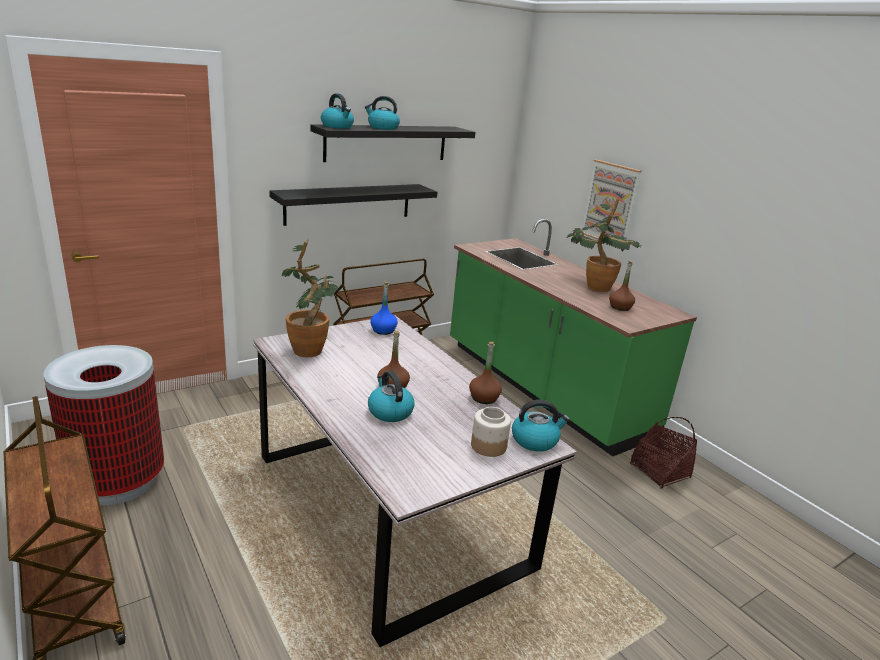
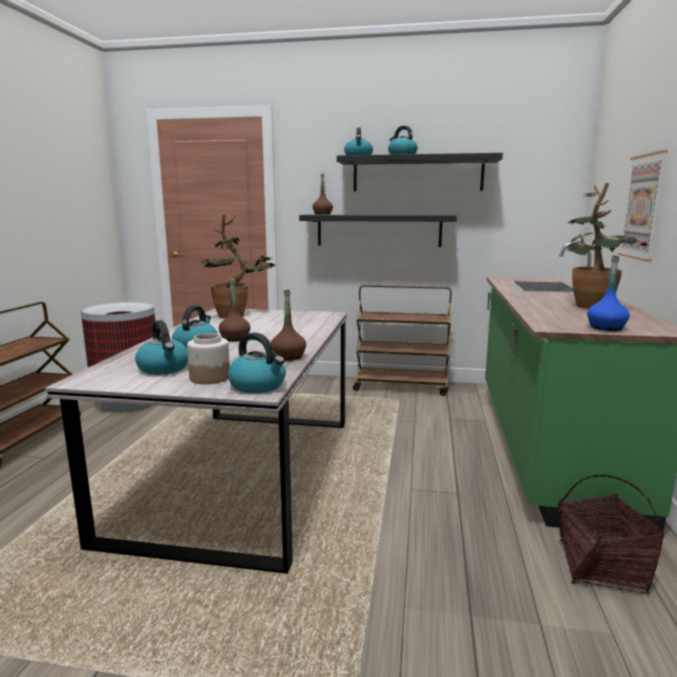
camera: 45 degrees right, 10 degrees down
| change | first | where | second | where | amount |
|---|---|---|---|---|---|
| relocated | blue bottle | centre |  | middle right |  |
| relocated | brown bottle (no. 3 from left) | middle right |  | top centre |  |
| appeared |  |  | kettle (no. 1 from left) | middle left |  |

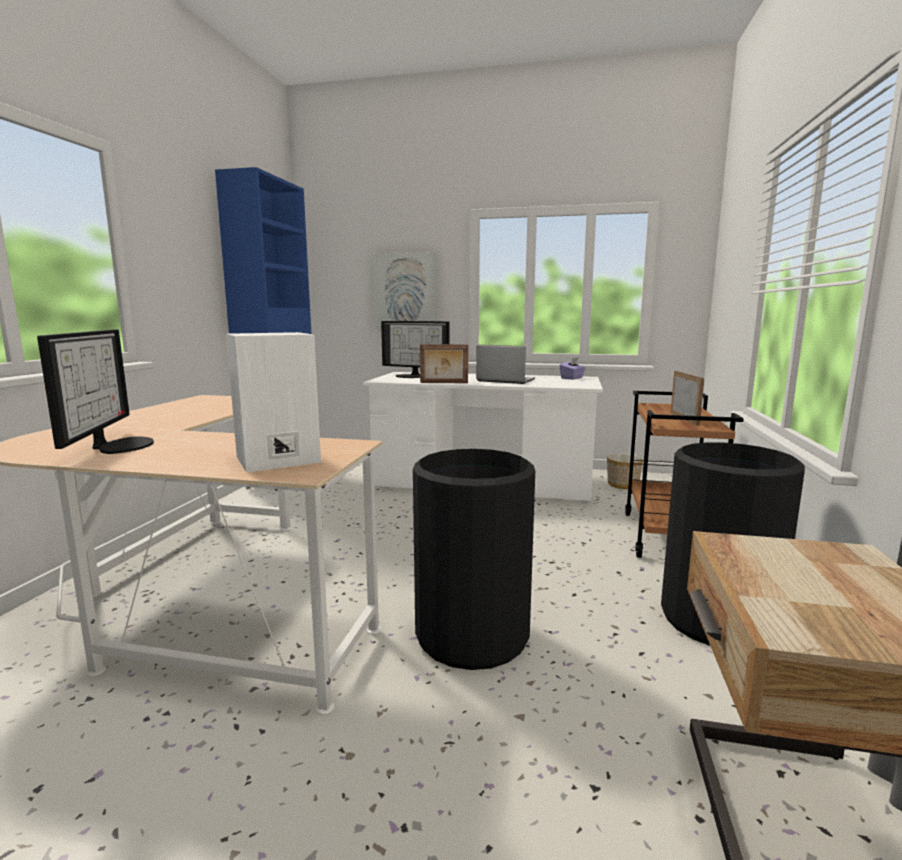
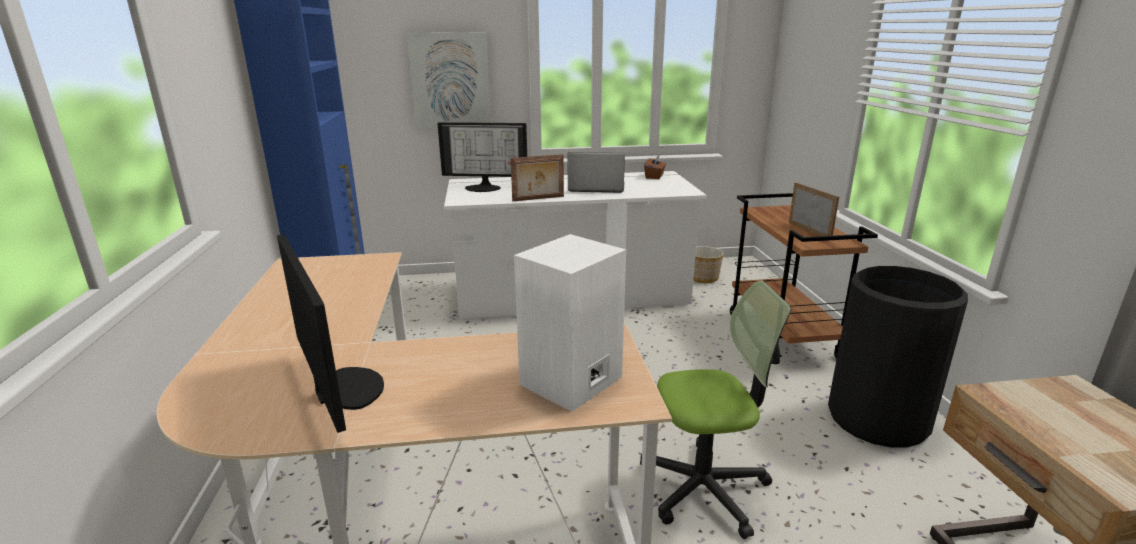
camera: 20 degrees left, 10 degrees up
| change | first | where | second | where | amount |
|---|---|---|---|---|---|
| exchanged | black trash can (no. 1 from left) | centre | office chair | bottom centre |  |
| colour | purple tissue box | centre | brown tissue box | top centre |  |

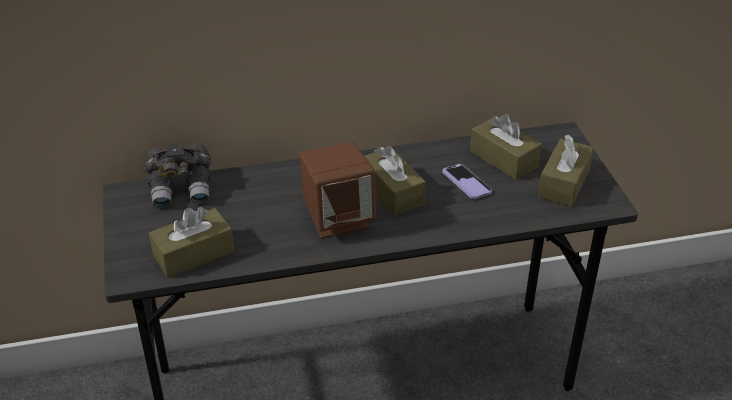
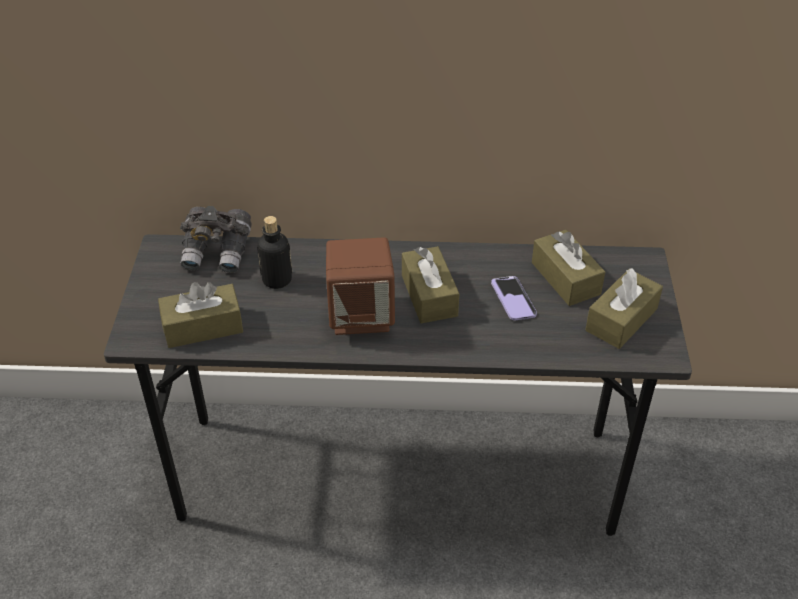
camera: 15 degrees right, 5 degrees up
| change | first | where | second | where | amount |
|---|---|---|---|---|---|
| appeared |  |  | bottle | centre |  |

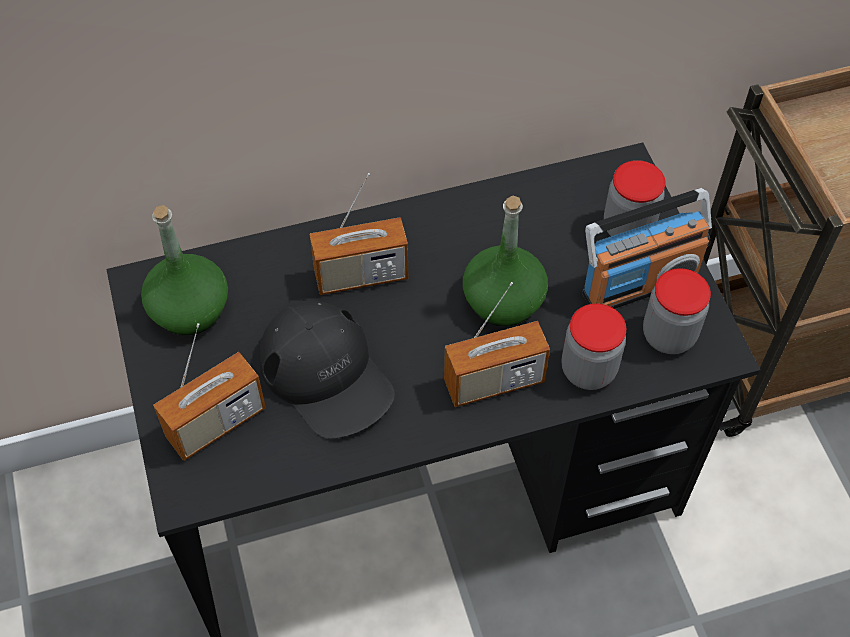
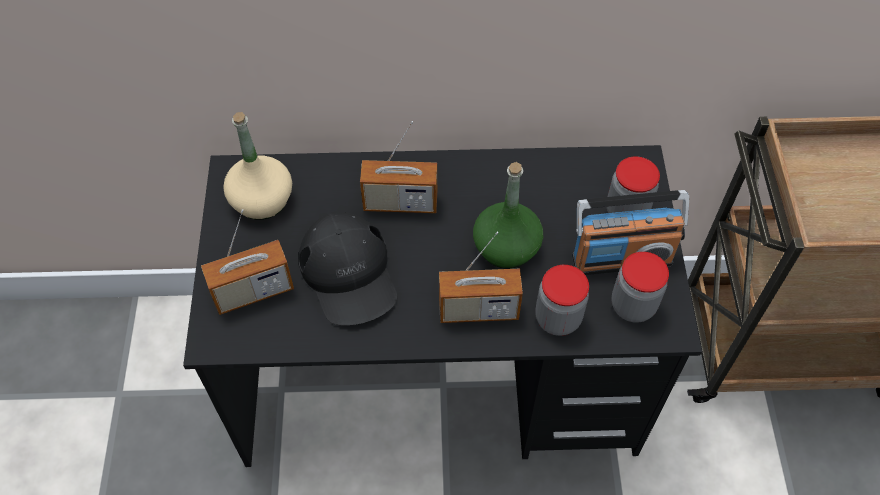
camera: 15 degrees right, 0 degrees up
| change | first | where | second | where | amount |
|---|---|---|---|---|---|
| colour | green bottle (no. 1 from left) | middle left | beige bottle | middle left |  |

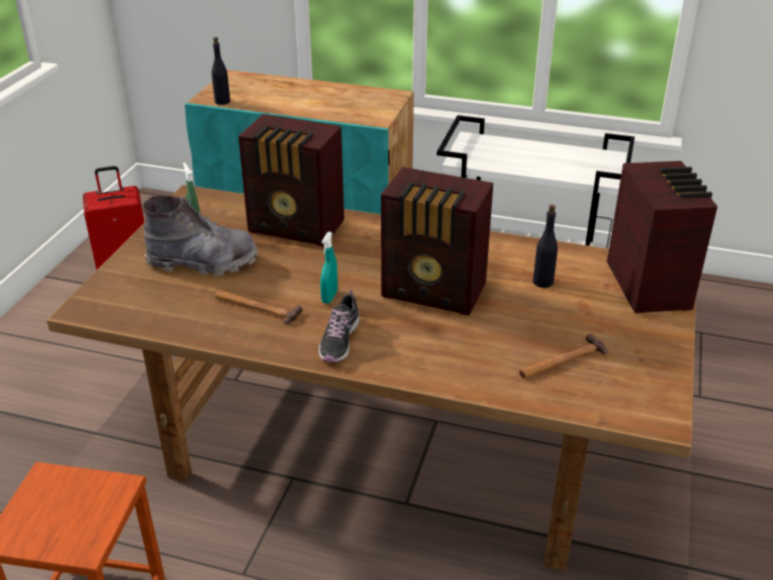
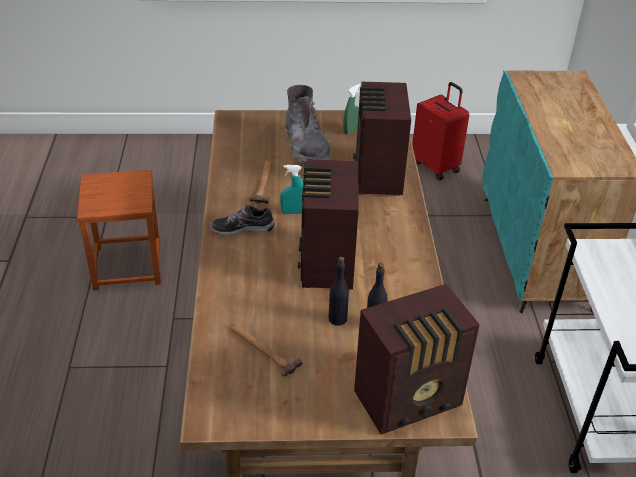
camera: 70 degrees right, 5 degrees up
| change | first | where | second | where | amount |
|---|---|---|---|---|---|
| relocated | black bottle (no. 1 from left) | top left |  | centre |  |

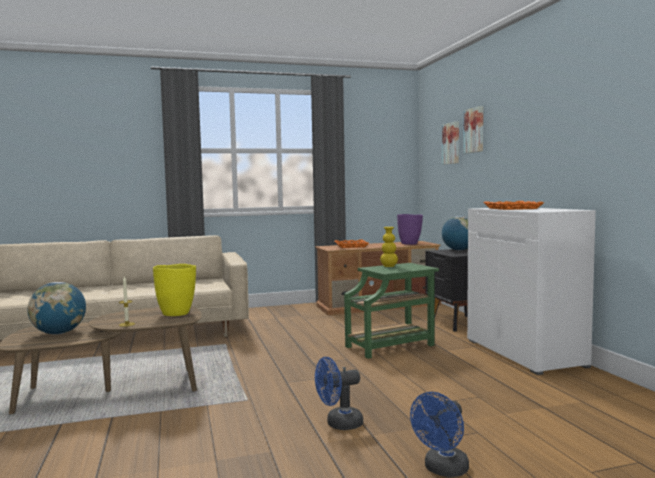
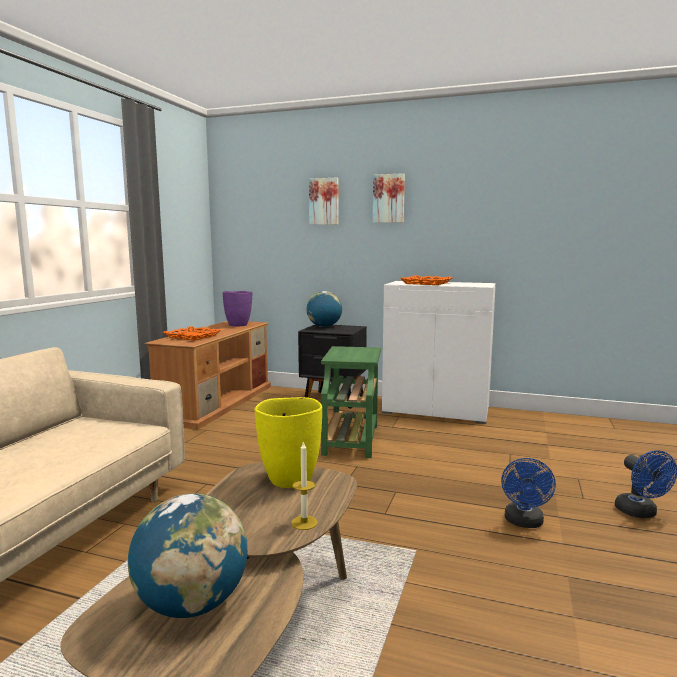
camera: 55 degrees left, 5 degrees up
| change | first | where | second | where | amount |
|---|---|---|---|---|---|
| missing | yellow vase (no. 2 from left) | centre |  |  |  |
| relocated | picture (no. 1 from left in the first image) | top right | picture (no. 2 from left) | top centre |  |

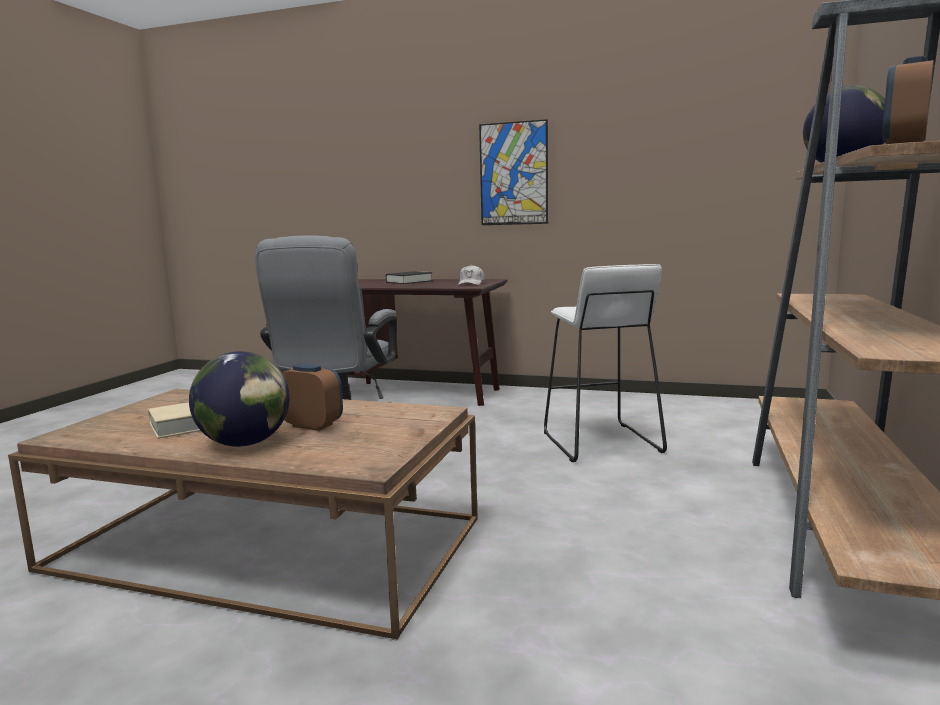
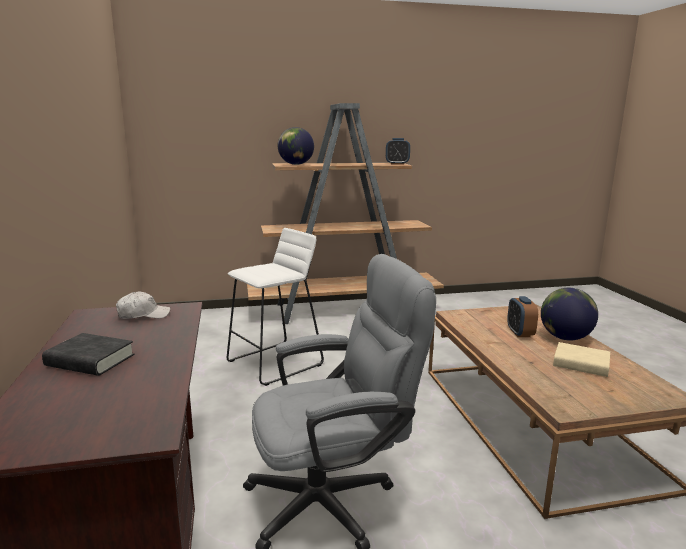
camera: 120 degrees left, 5 degrees up
| change | first | where | second | where | amount |
|---|---|---|---|---|---|
| missing | picture | top centre |  |  |  |

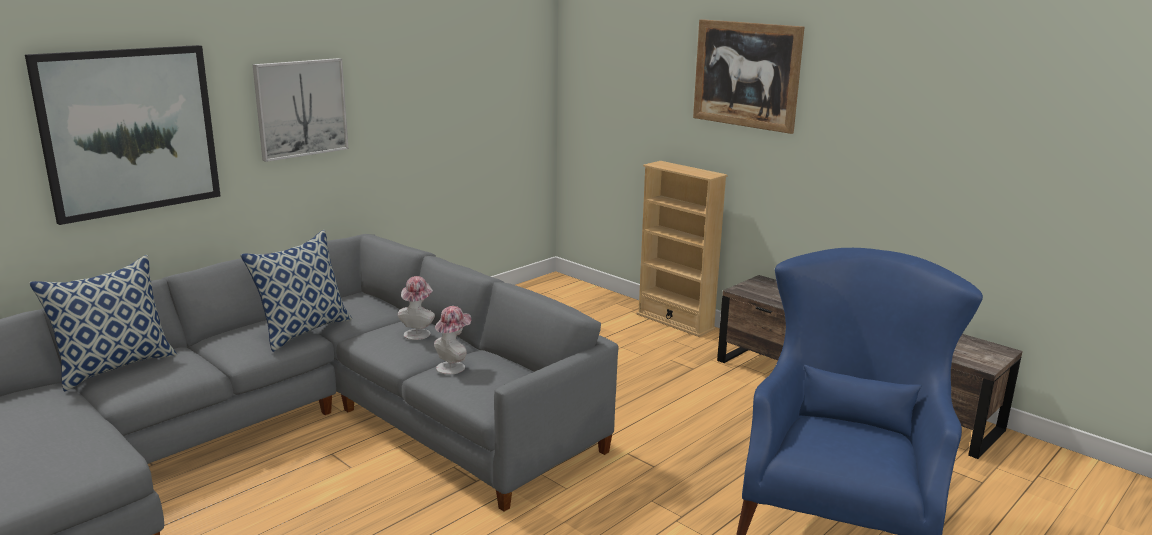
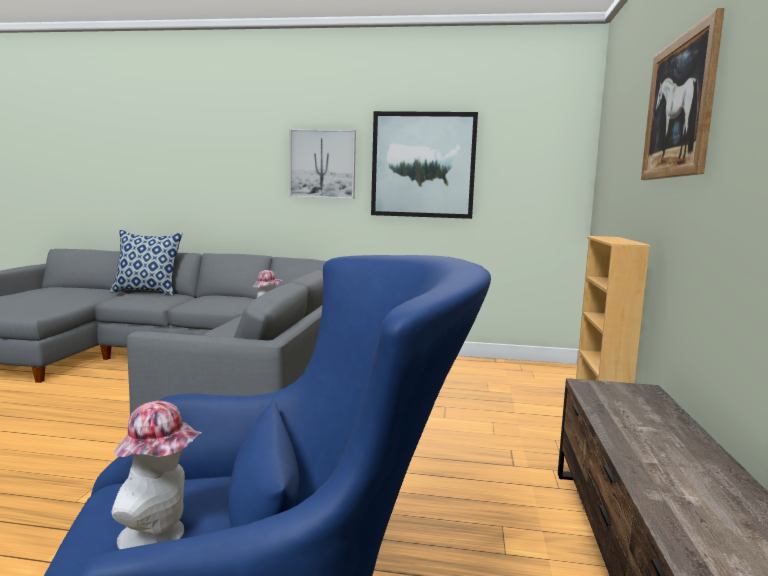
camera: 55 degrees right, 10 degrees down
| change | first | where | second | where | amount |
|---|---|---|---|---|---|
| relocated | picture (no. 1 from left in the first image) | top left | picture (no. 2 from left) | top centre |  |
| missing | pillow (no. 2 from left) | middle left |  |  |  |
| relocated | hat (no. 2 from left in the first image) | centre | hat (no. 1 from left) | bottom left |  |

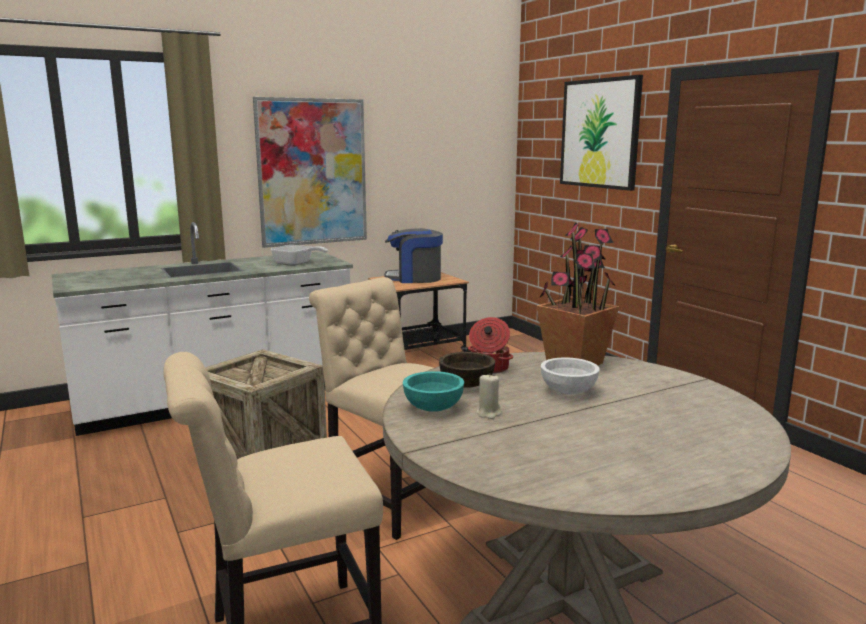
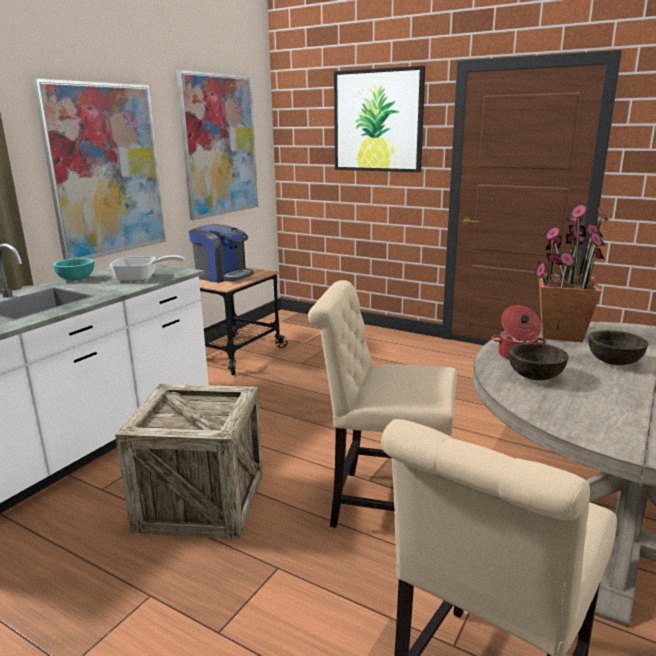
camera: 30 degrees left, 5 degrees up
| change | first | where | second | where | amount |
|---|---|---|---|---|---|
| spun | coffee machine | centre |  | centre | 120 degrees counterclockwise |
| relocated | turquoise bowl | centre |  | middle left |  |
| missing | beige candle | centre |  |  |  |
| colour | white bowl | centre | brown bowl (no. 2 from left) | middle right |  |
| appeared |  |  | picture (no. 2 from left) | top left |  |

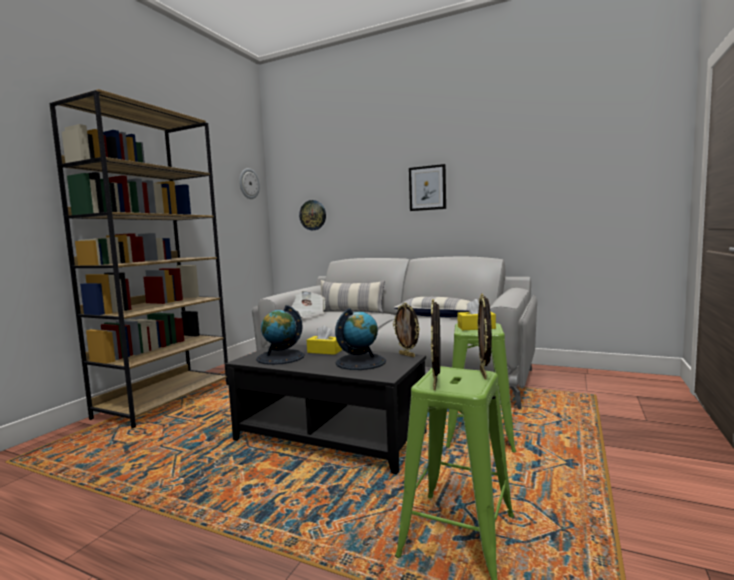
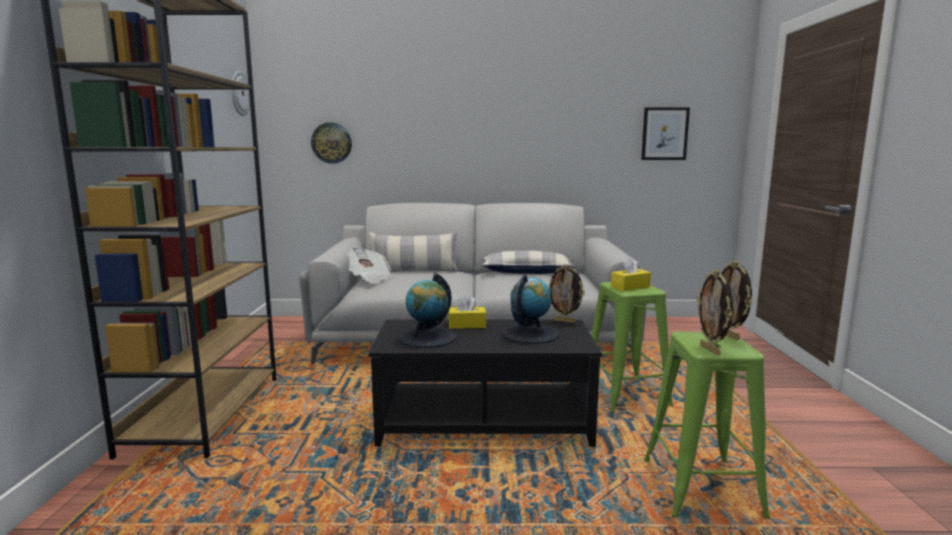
camera: 25 degrees left, 5 degrees up
| change | first | where | second | where | amount |
|---|---|---|---|---|---|
| relocated | picture | top centre |  | top right |  |

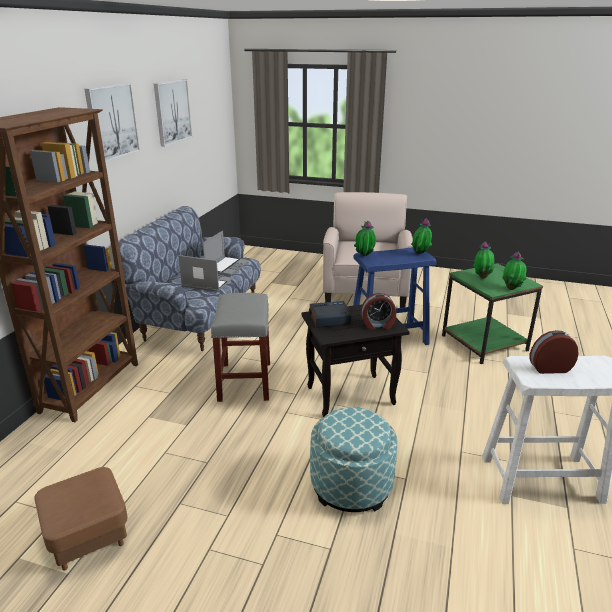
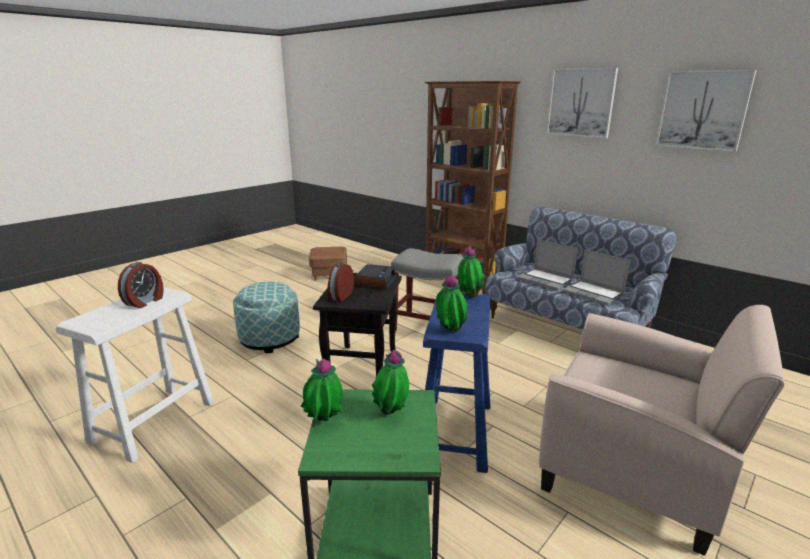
camera: 115 degrees right, 5 degrees down
| change | first | where | second | where | amount |
|---|---|---|---|---|---|
| spun | laptop (no. 1 from left) | centre |  | middle right | 90 degrees clockwise |

